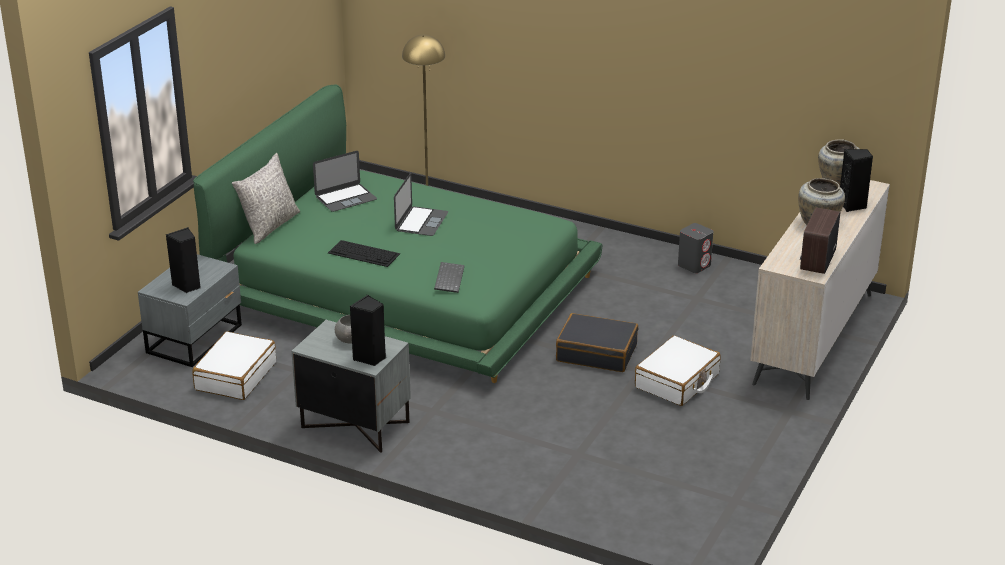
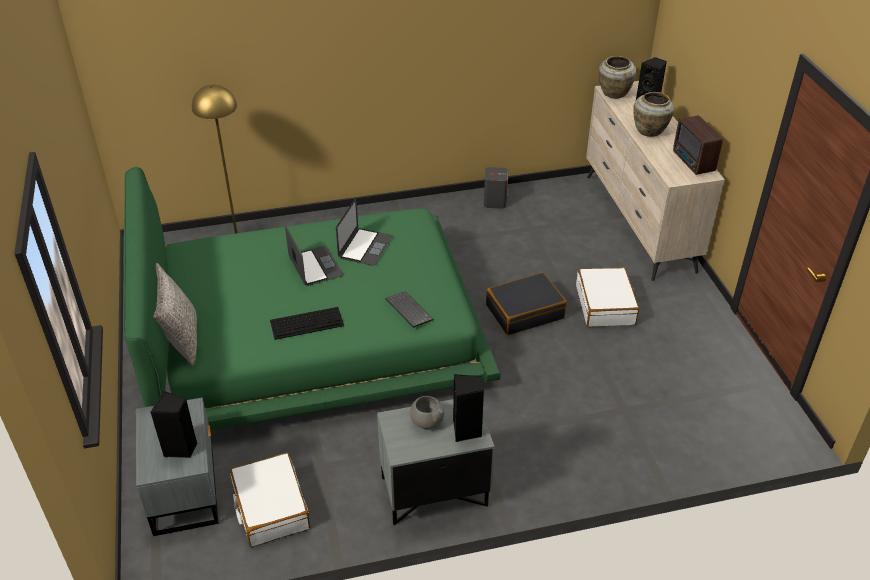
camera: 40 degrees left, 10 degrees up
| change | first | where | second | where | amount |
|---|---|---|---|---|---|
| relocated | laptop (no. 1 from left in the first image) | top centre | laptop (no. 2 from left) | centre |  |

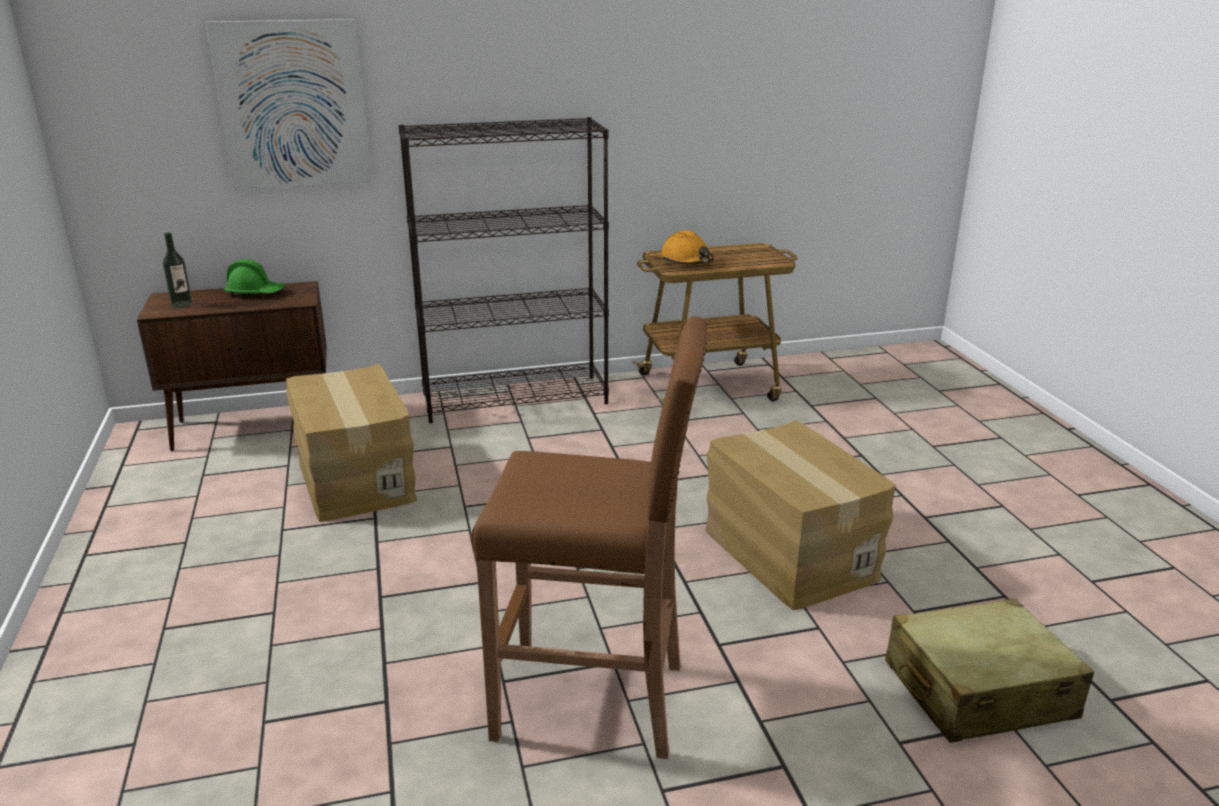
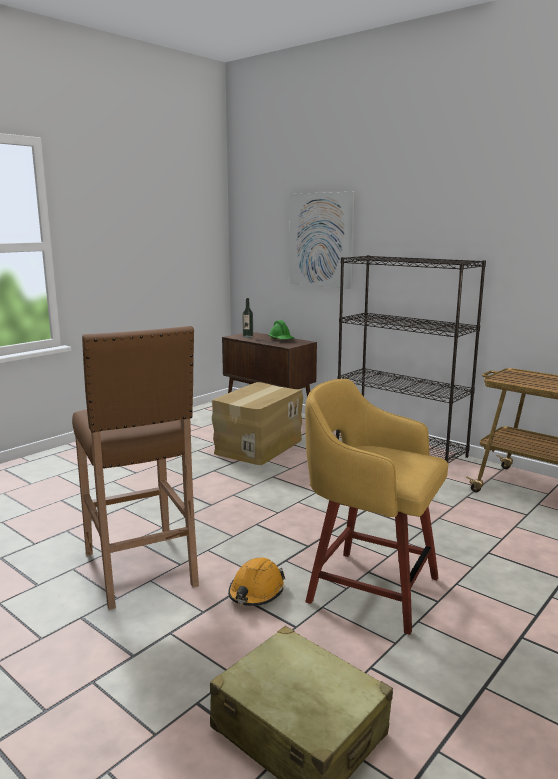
camera: 55 degrees right, 10 degrees down
| change | first | where | second | where | amount |
|---|---|---|---|---|---|
| relocated | orange hard hat | top centre |  | bottom centre |  |
| exchanged | cardboard box (no. 2 from left) | centre | yellow stool | middle right |  |

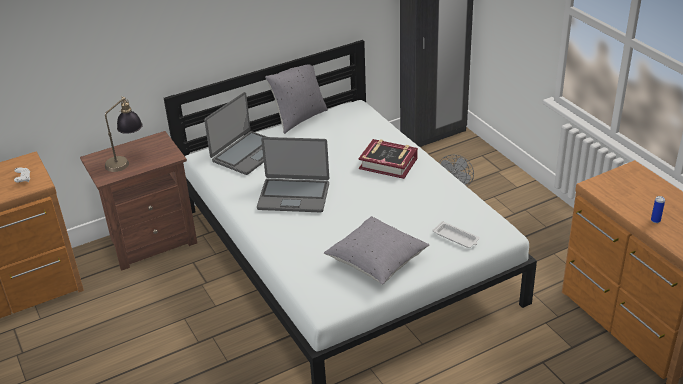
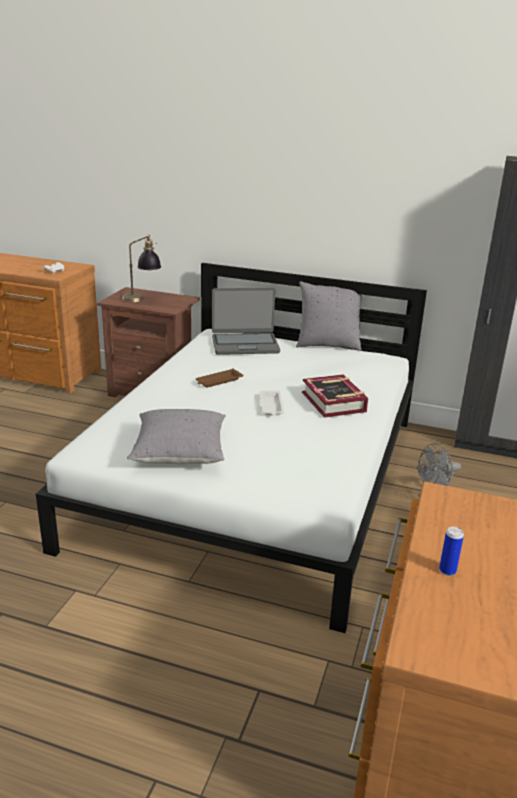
camera: 45 degrees right, 10 degrees down
| change | first | where | second | where | amount |
|---|---|---|---|---|---|
| exchanged | laptop (no. 2 from left) | centre | brown tray | centre |  |
| relocated | white tray | middle right |  | centre |  |

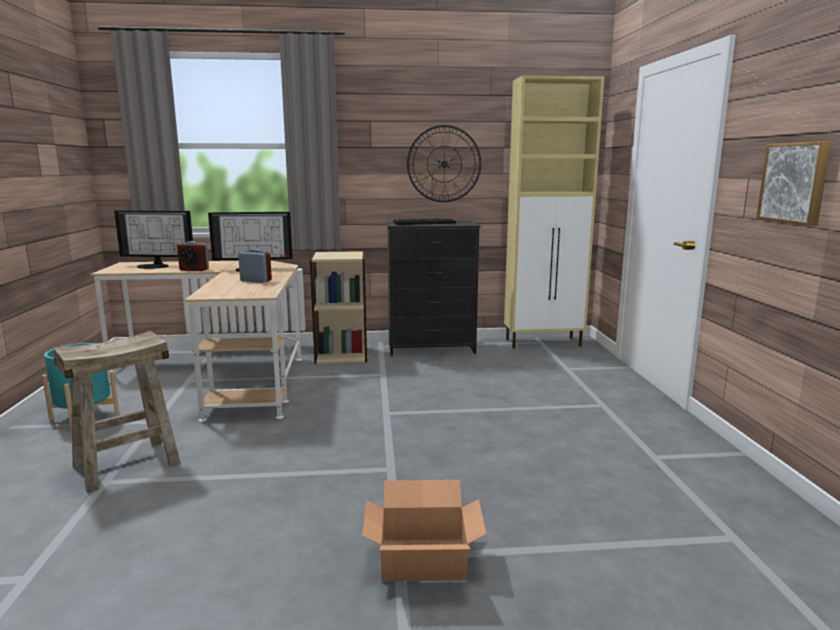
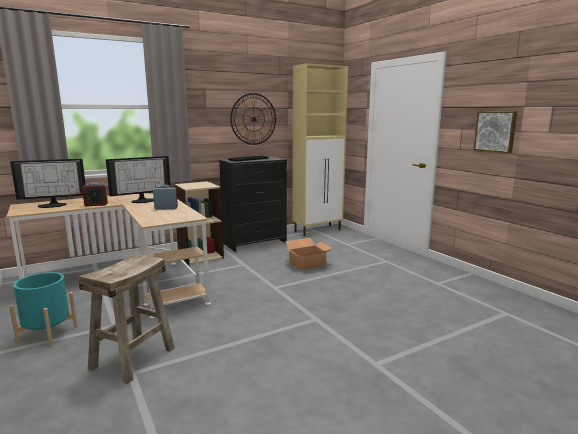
camera: 25 degrees left, 0 degrees up
| change | first | where | second | where | amount |
|---|---|---|---|---|---|
| relocated | cardboard box | bottom centre |  | centre |  |

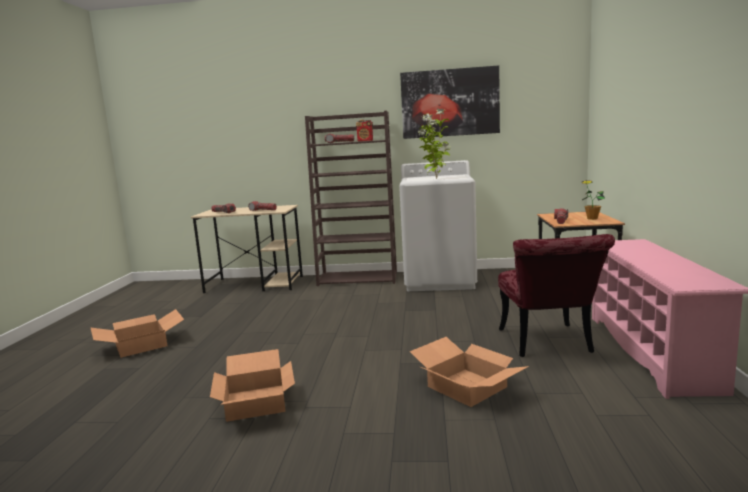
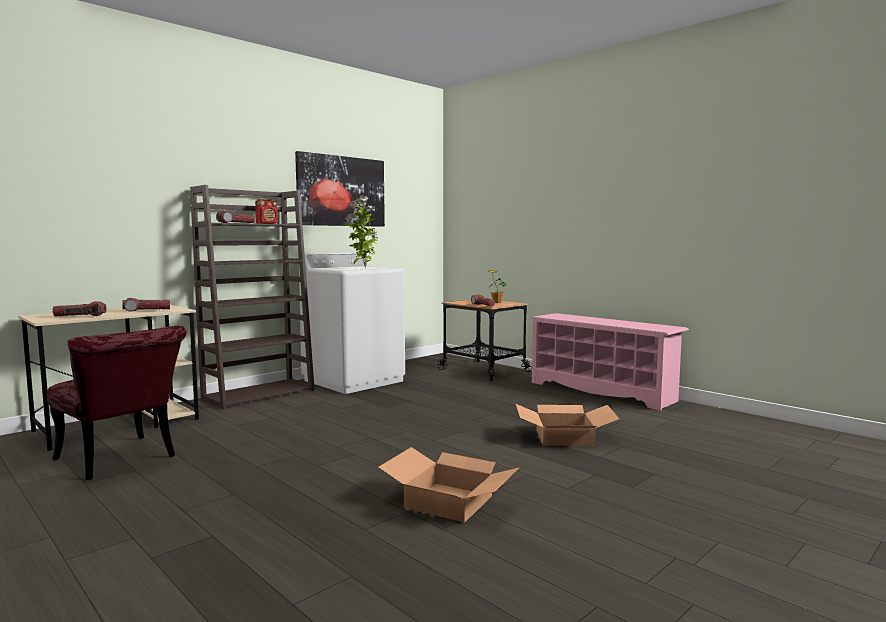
camera: 50 degrees left, 5 degrees down
| change | first | where | second | where | amount |
|---|---|---|---|---|---|
| missing | cardboard box (no. 1 from left) | bottom left |  |  |  |
| relocated | red chair | middle right |  | middle left |  |

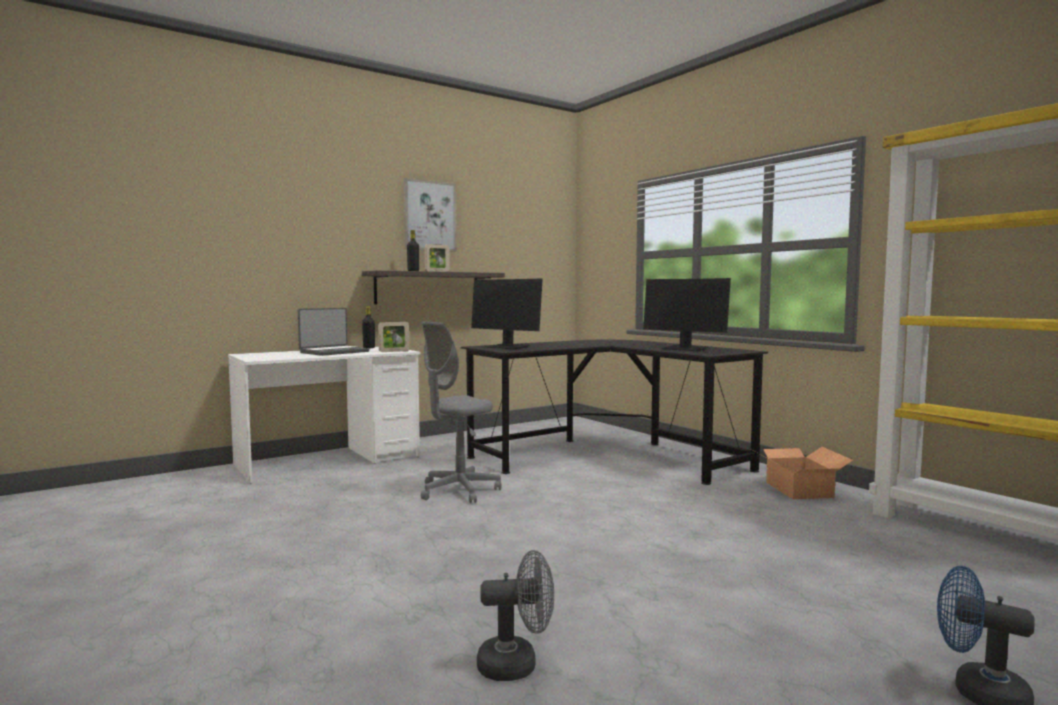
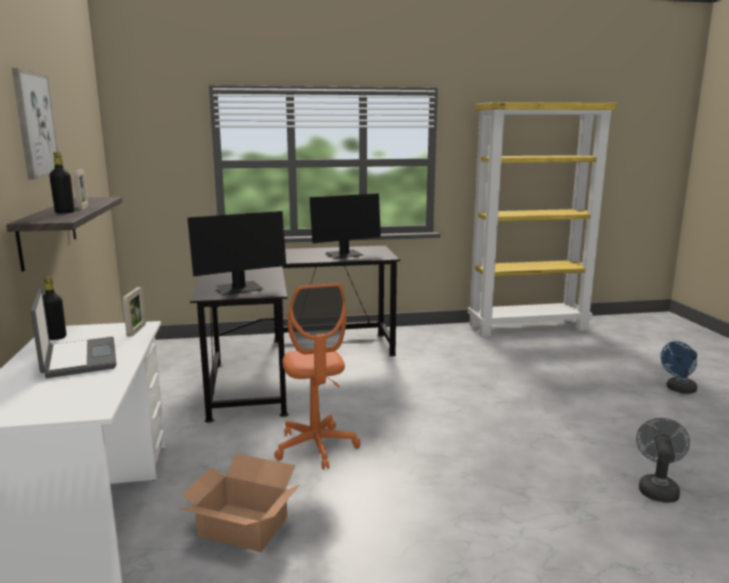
camera: 65 degrees left, 10 degrees up
| change | first | where | second | where | amount |
|---|---|---|---|---|---|
| colour | grey office chair | centre | orange office chair | centre |  |
| relocated | cardboard box | bottom right |  | bottom left |  |

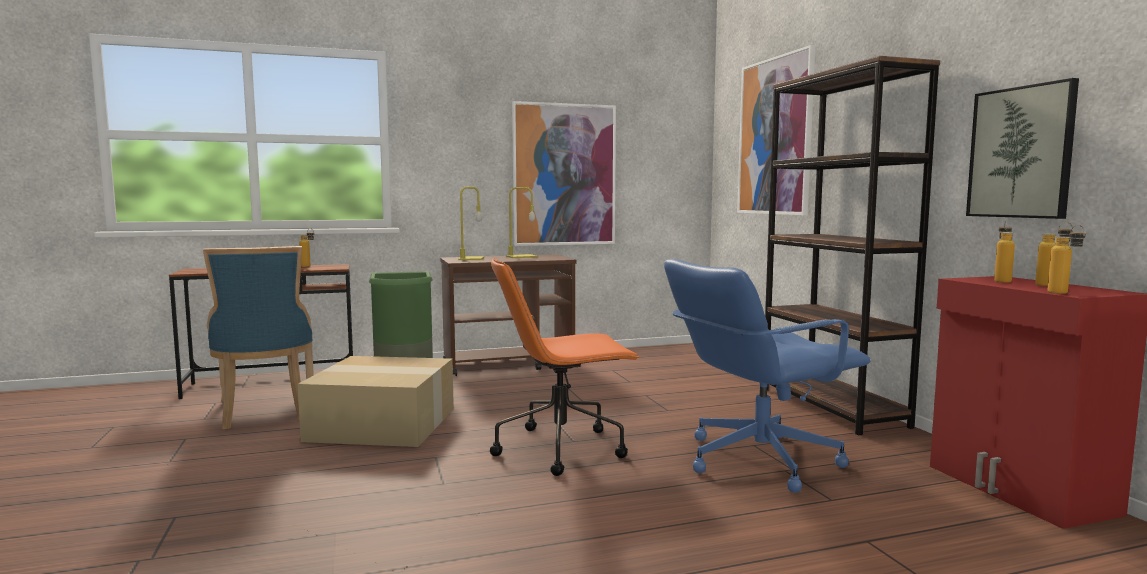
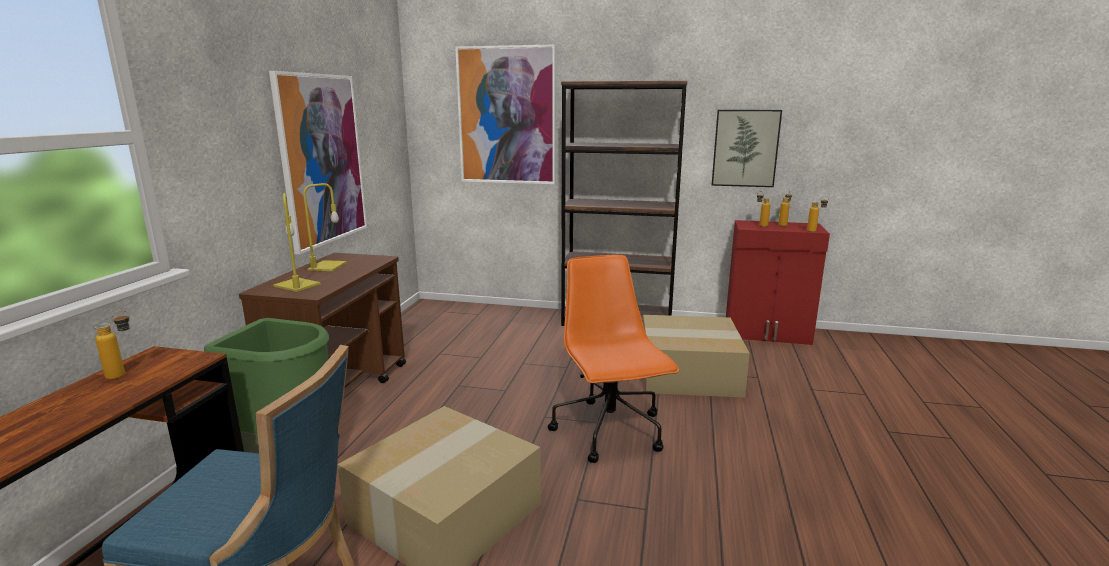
camera: 60 degrees left, 10 degrees up
| change | first | where | second | where | amount |
|---|---|---|---|---|---|
| spun | orange office chair | centre |  | centre | 150 degrees clockwise |
| exchanged | blue office chair | middle right | cardboard box (no. 2 from left) | centre |  |

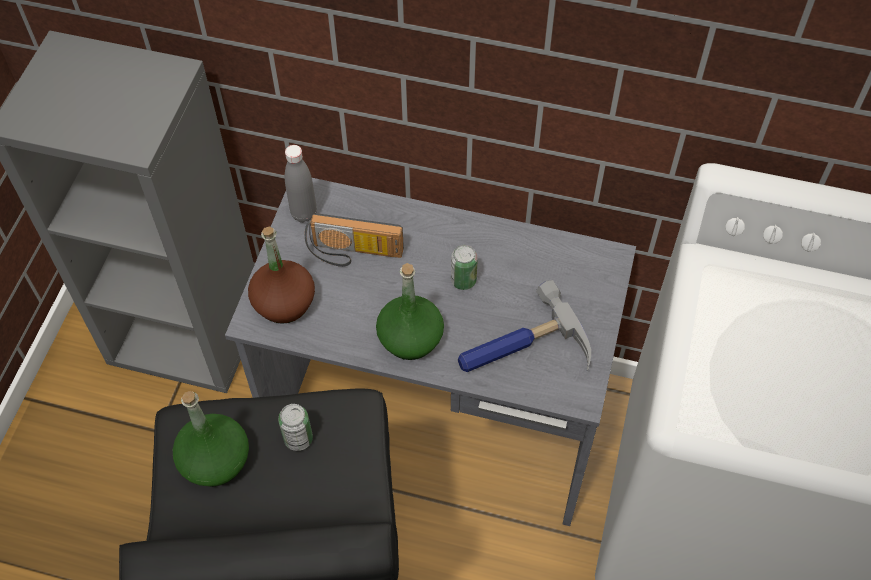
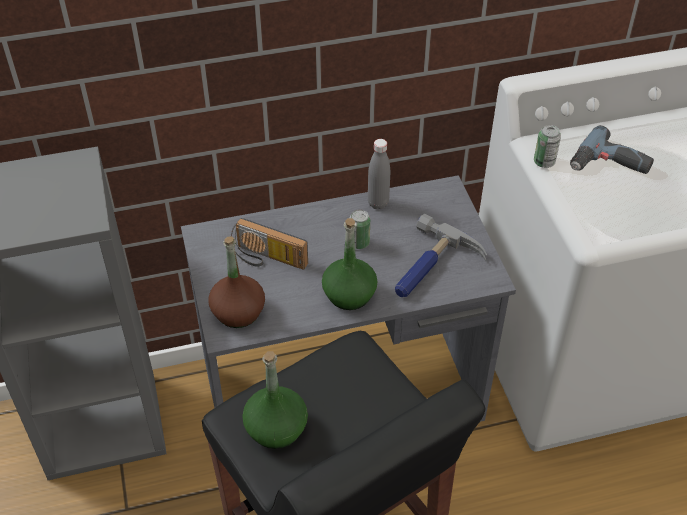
camera: 30 degrees left, 10 degrees down
| change | first | where | second | where | amount |
|---|---|---|---|---|---|
| relocated | can (no. 1 from left in the first image) | bottom centre | can (no. 2 from left) | top right |  |
| relocated | grey bottle | top centre |  | centre |  |
| spun | radio | centre |  | centre | 45 degrees clockwise |
| appeared |  |  | power drill | top right |  |

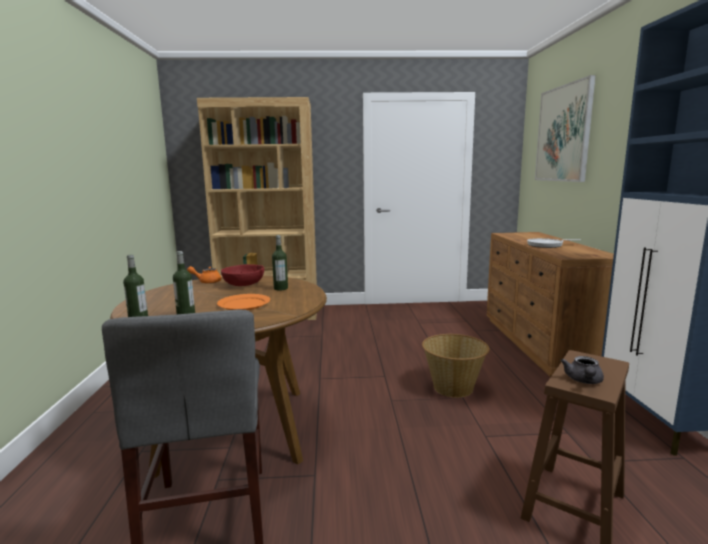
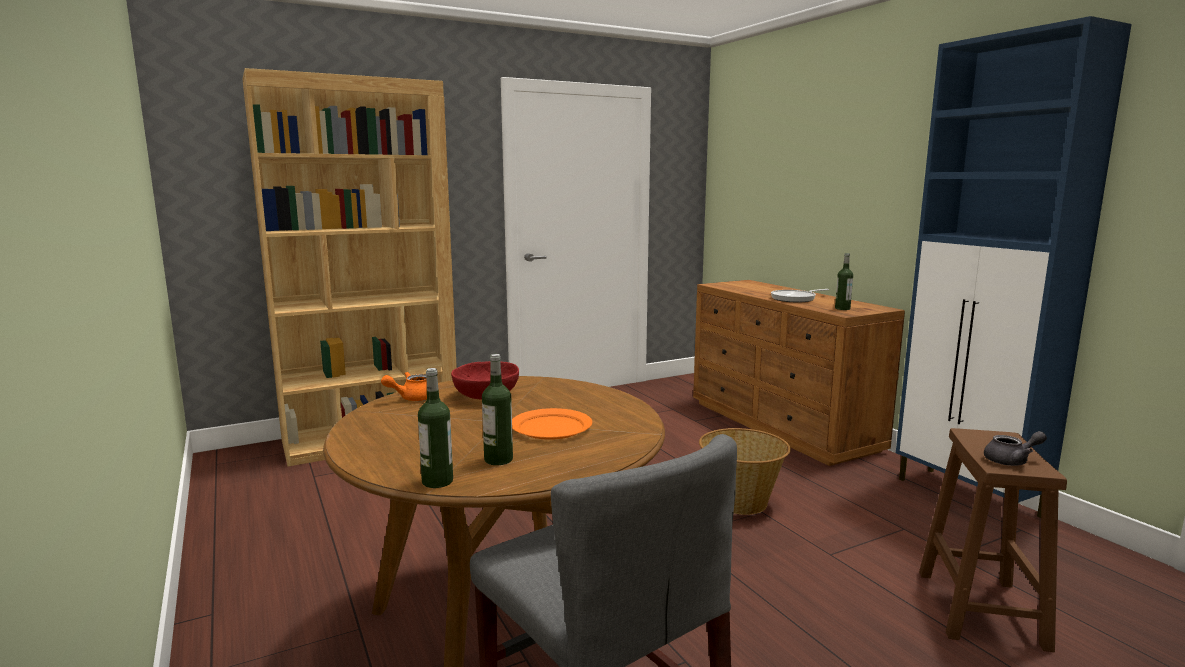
camera: 25 degrees left, 0 degrees up
| change | first | where | second | where | amount |
|---|---|---|---|---|---|
| relocated | bottle (no. 3 from left) | centre |  | middle right |  |
| missing | picture | top right |  |  |  |
| spun | grey teapot | bottom right |  | bottom right | 90 degrees counterclockwise |

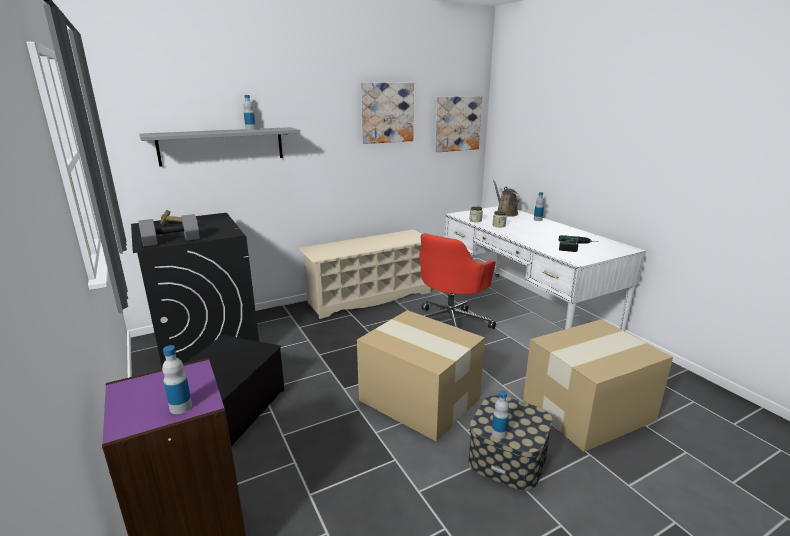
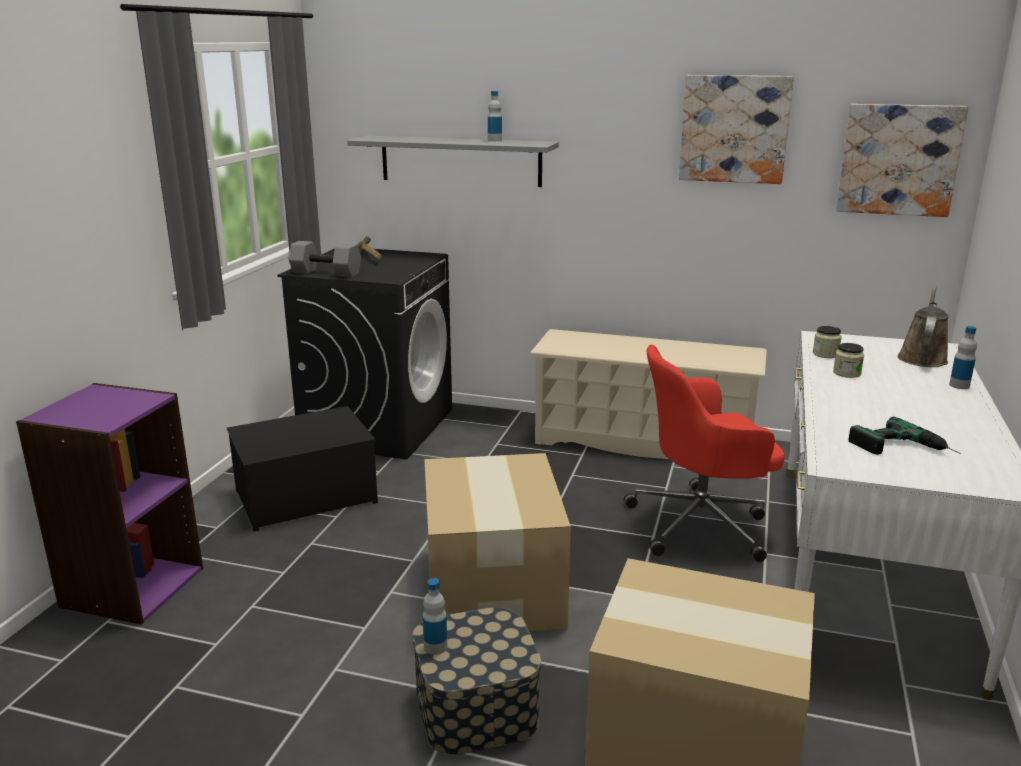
camera: 45 degrees right, 0 degrees up
| change | first | where | second | where | amount |
|---|---|---|---|---|---|
| missing | bottle (no. 1 from left) | bottom left |  |  |  |

